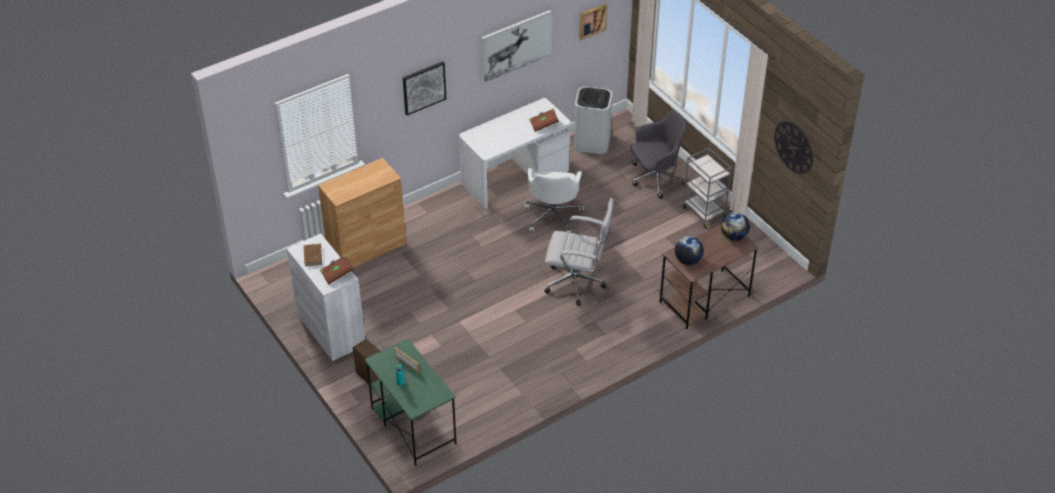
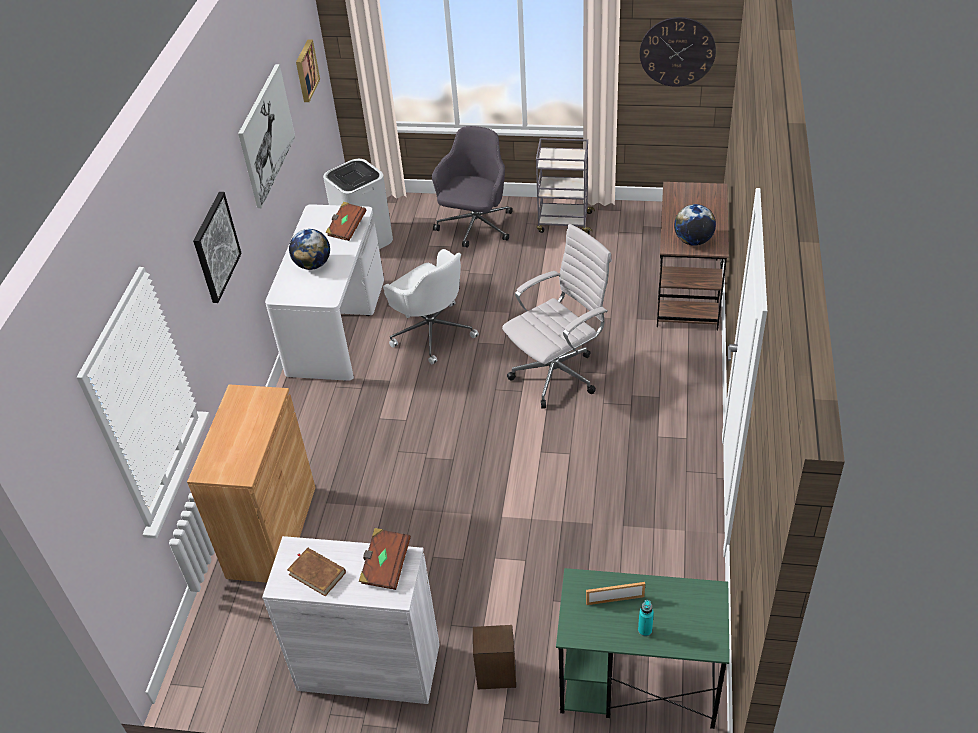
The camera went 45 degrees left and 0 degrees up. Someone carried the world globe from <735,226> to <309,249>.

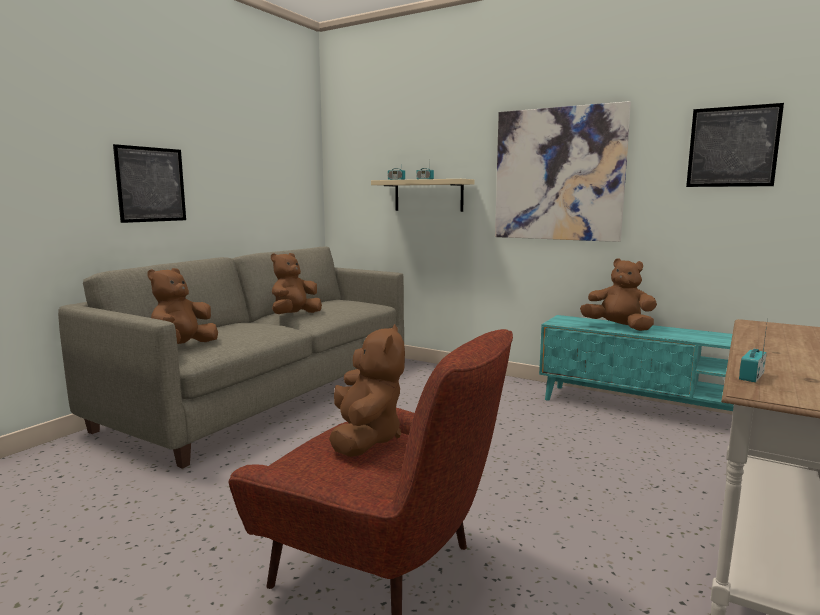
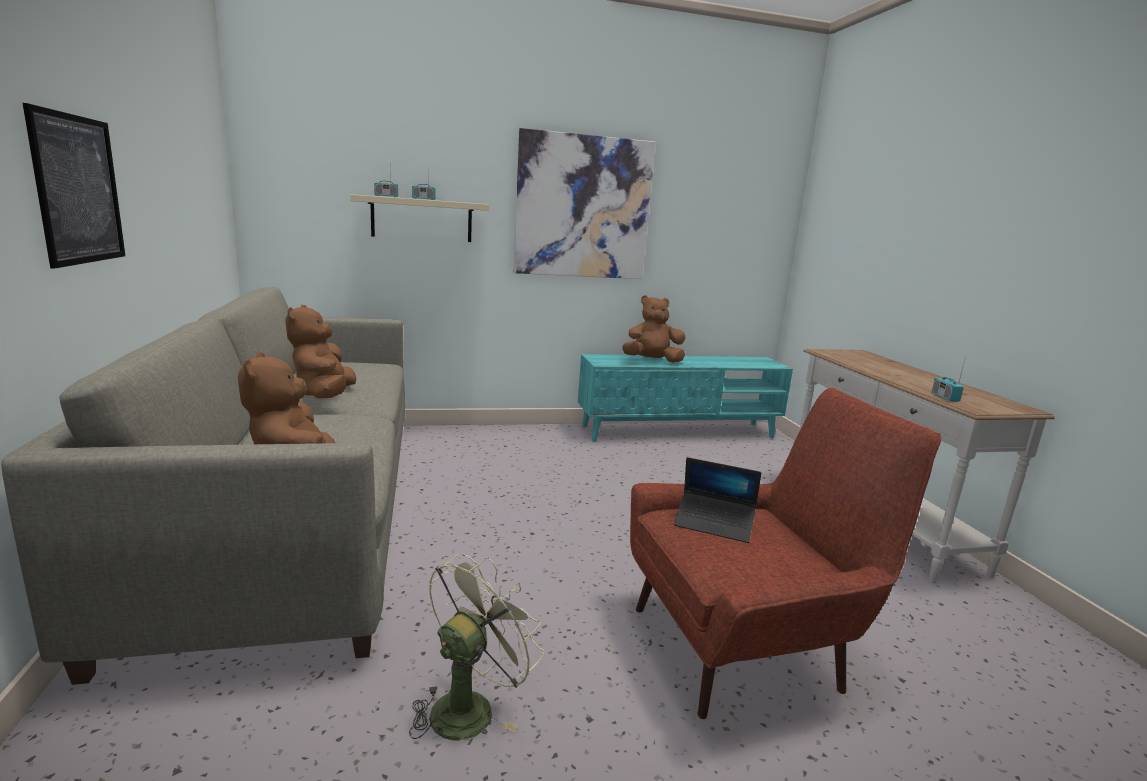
The camera went 45 degrees left and 5 degrees up. Someone took away the wall picture at <735,145>. Someone put down the green-coloured cooling fan at <477,646>. Someone swapped the brown-coloured plush toy at <367,390> for the portable computer at <717,500>.

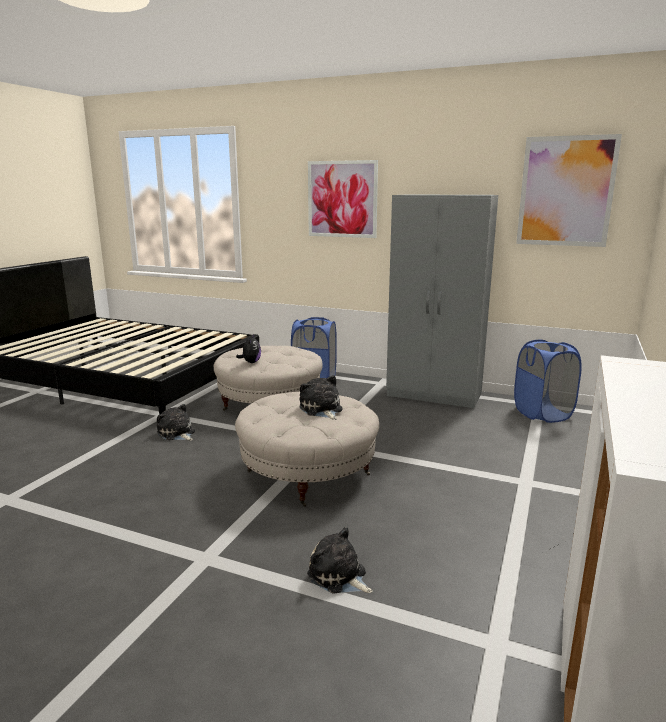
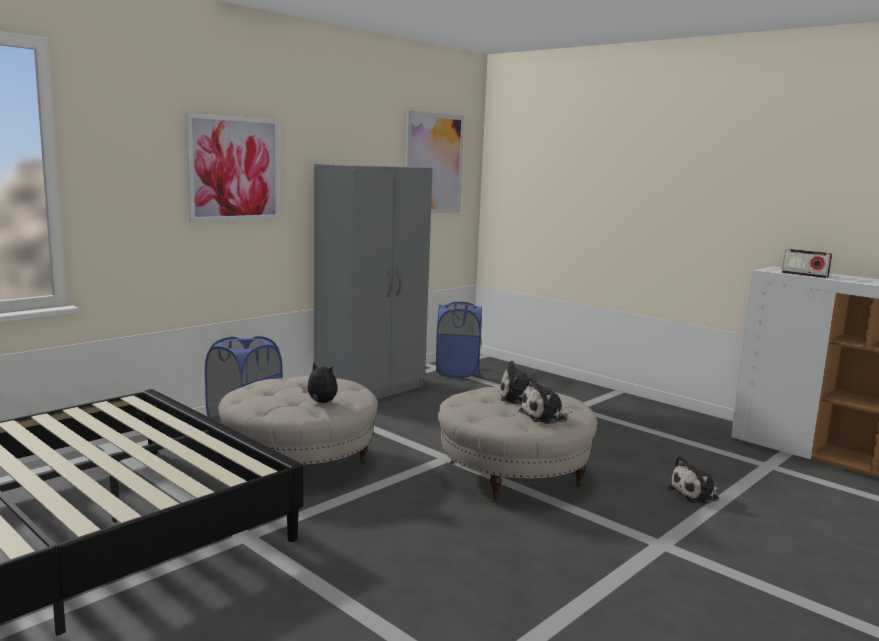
The camera went 70 degrees left and 5 degrees down. Someone put down the radio set at <807,263>. Someone carried the plush toy from <176,422> to <545,400>.

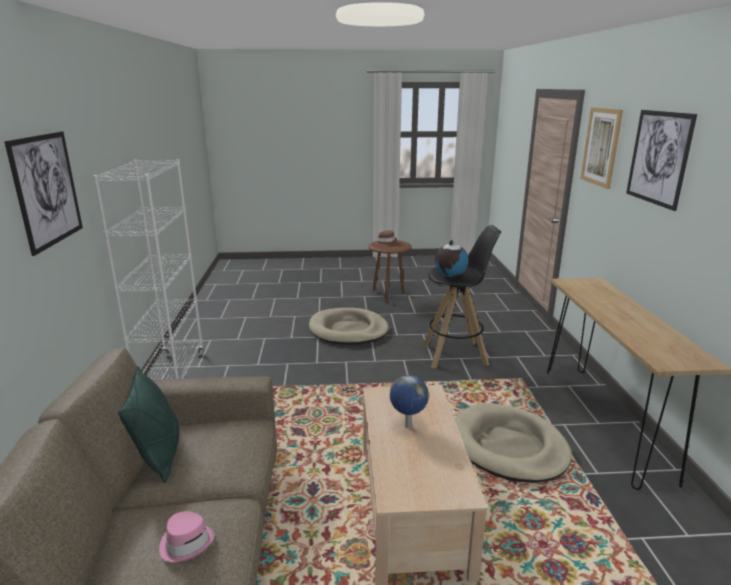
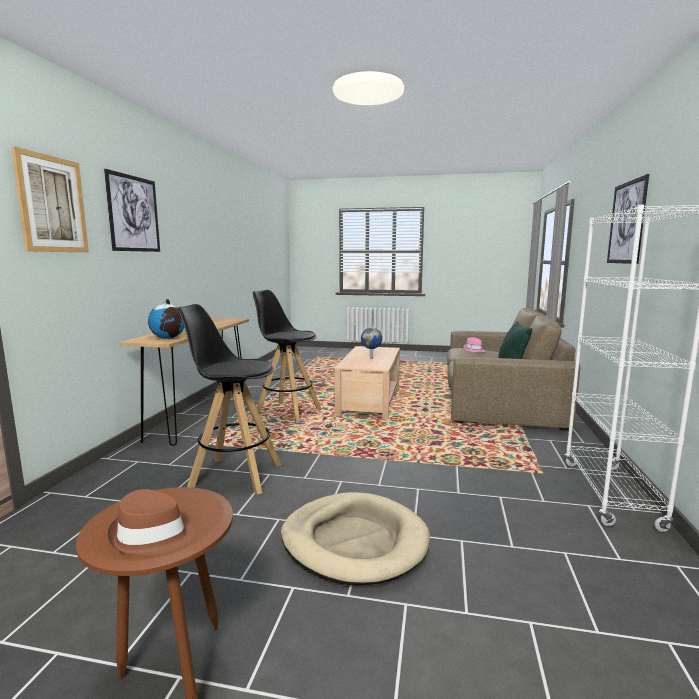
The camera went 165 degrees left and 10 degrees down. Someone carried the world globe from <452,258> to <166,319>. Someone swapped the beige-coloured dog bed at <513,443> for the black-coloured sitting stool at <287,356>.

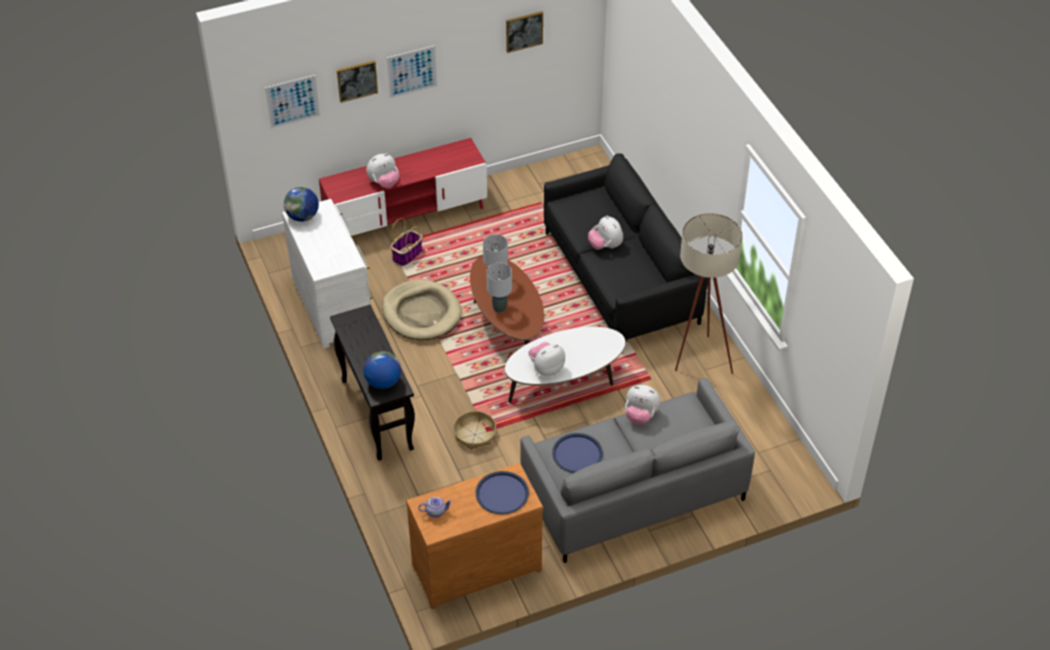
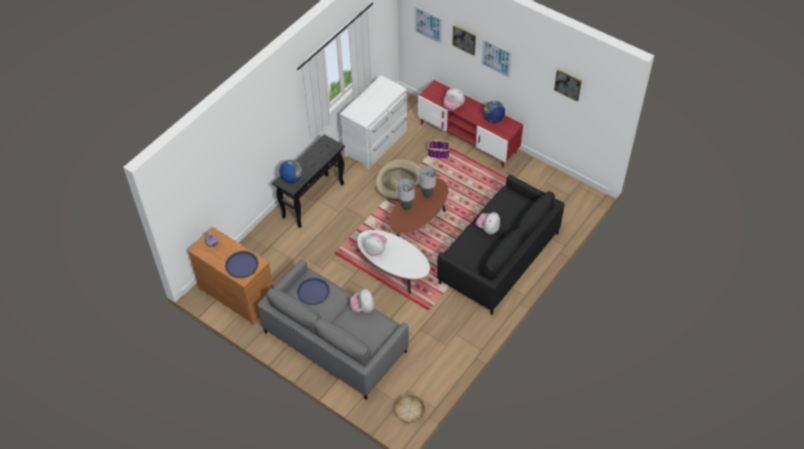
The camera went 60 degrees right and 5 degrees up. Someone took away the beige-coloured standard lamp at <709,293>. Someone carried the world globe from <301,204> to <494,112>. Someone carried the storage basket from <474,430> to <409,409>.

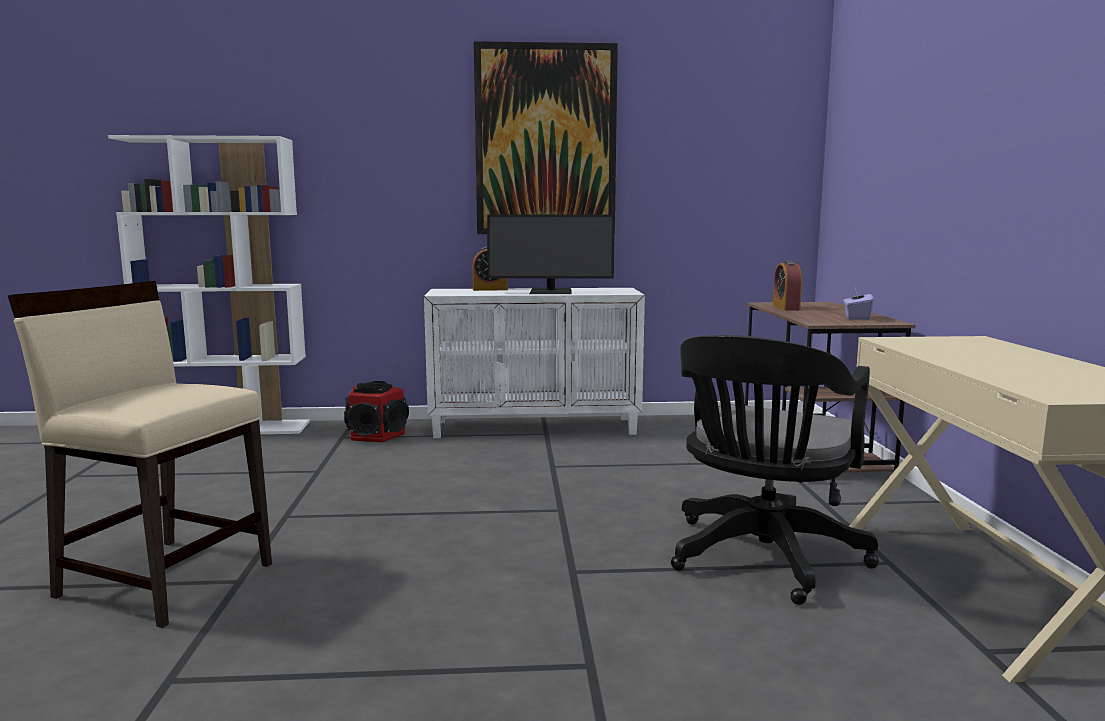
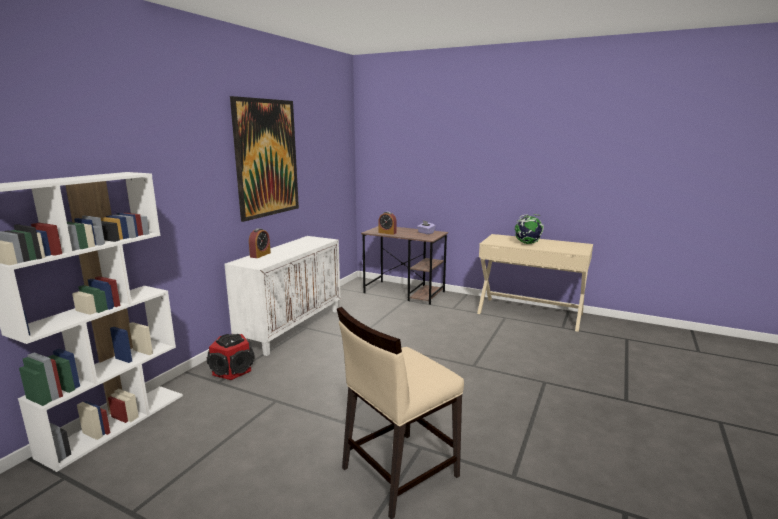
The camera went 60 degrees left and 5 degrees up. Someone took away the computer display at <550,254>. Someone took away the black-coloured office chair at <775,470>. Someone put down the world globe at <529,229>.

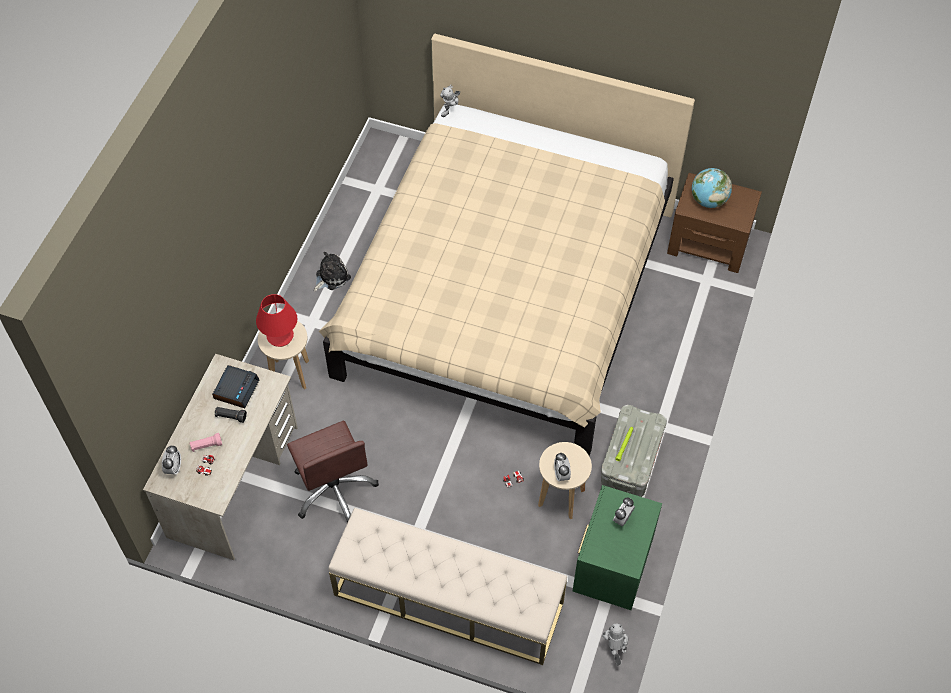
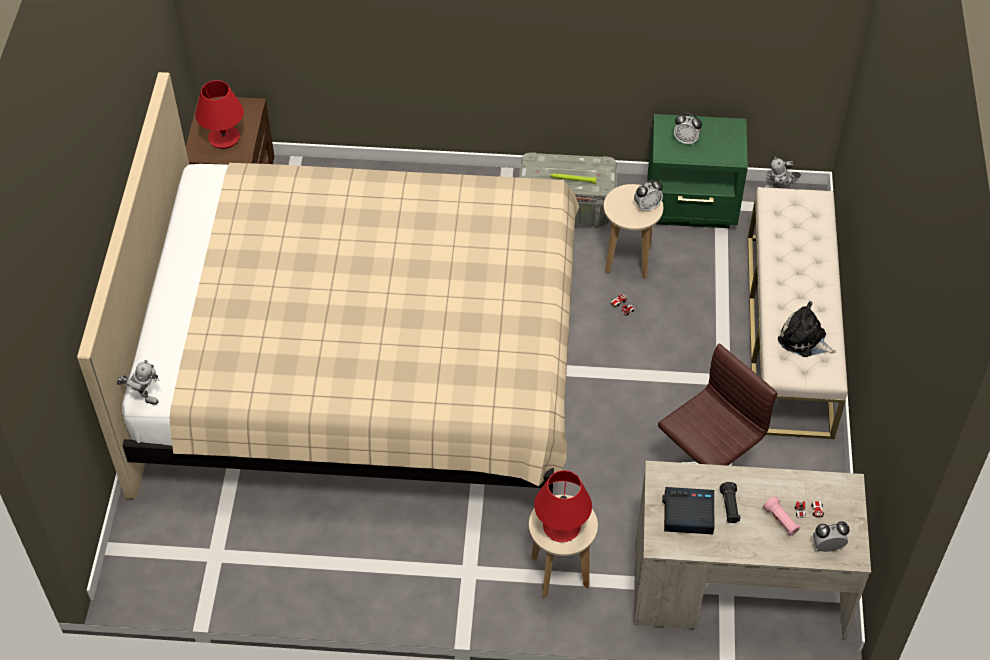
The camera went 105 degrees left and 5 degrees down. Someone carried the plush toy from <332,271> to <807,329>. Someone swapped the world globe at <712,188> for the red table lamp at <219,114>.

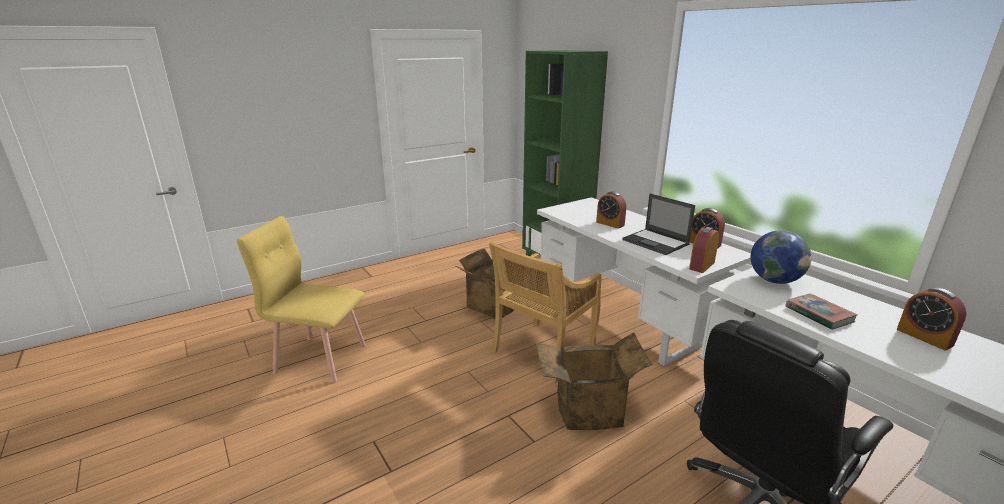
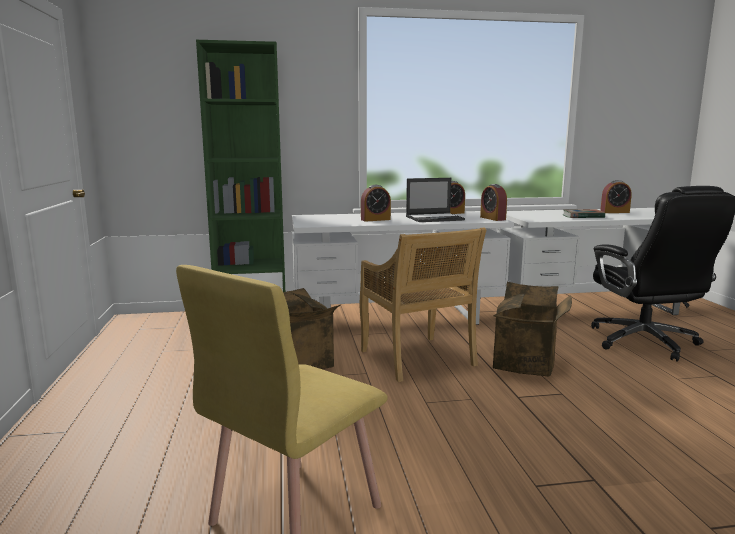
The camera went 65 degrees left and 10 degrees down. Someone took away the world globe at <781,257>.

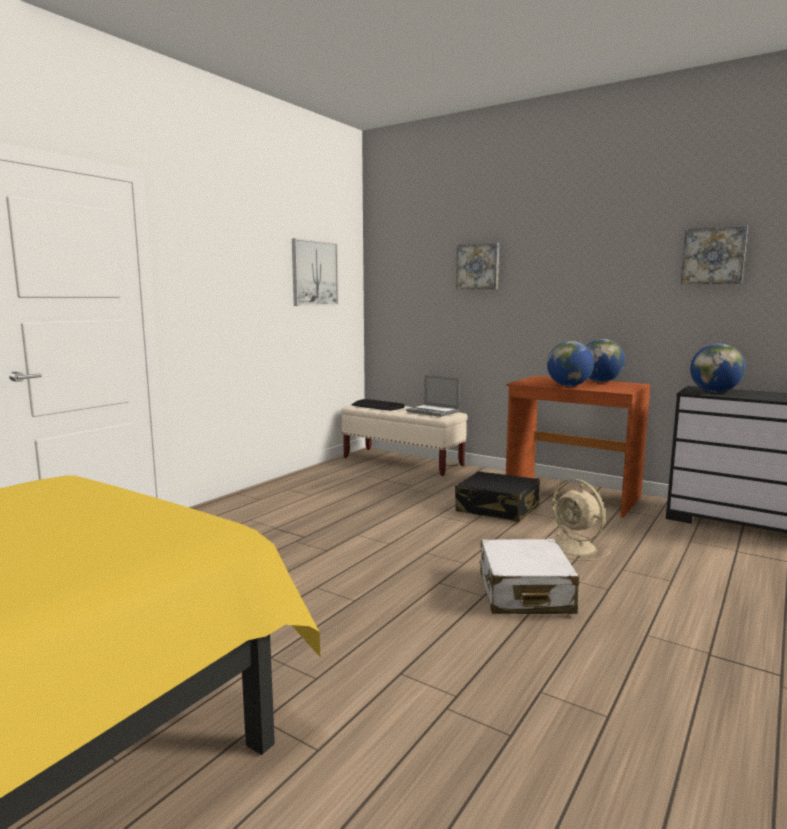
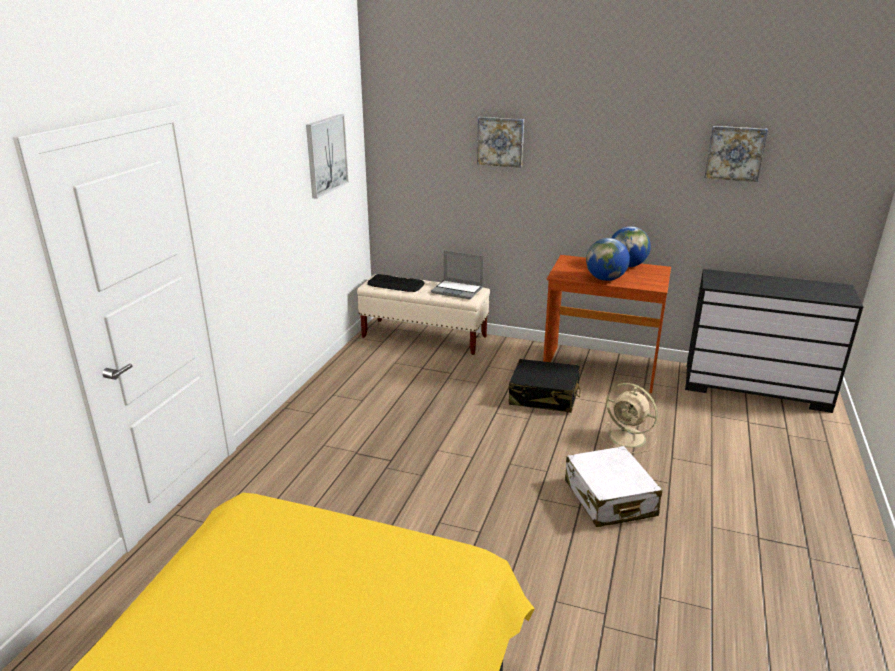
The camera went 15 degrees left and 15 degrees up. Someone took away the world globe at <718,368>.

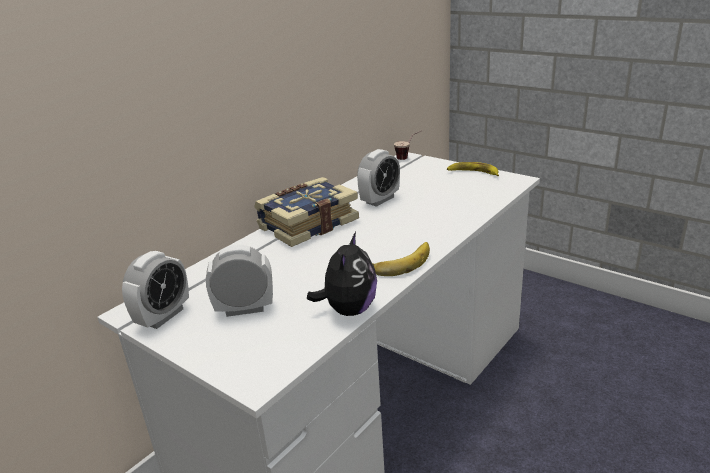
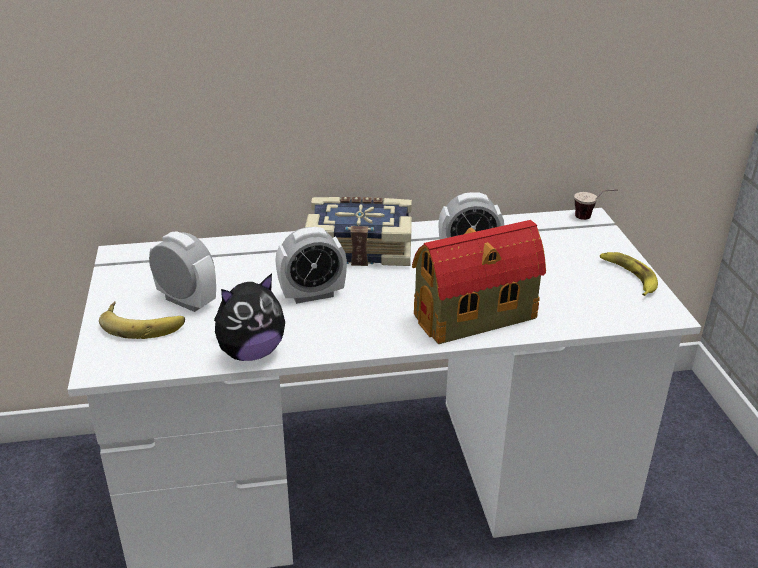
The camera went 40 degrees right and 5 degrees up. Someone put down the model house at <479,282>. Someone carried the alarm clock from <155,290> to <311,265>. Someone carried the banana from <401,259> to <142,320>.

